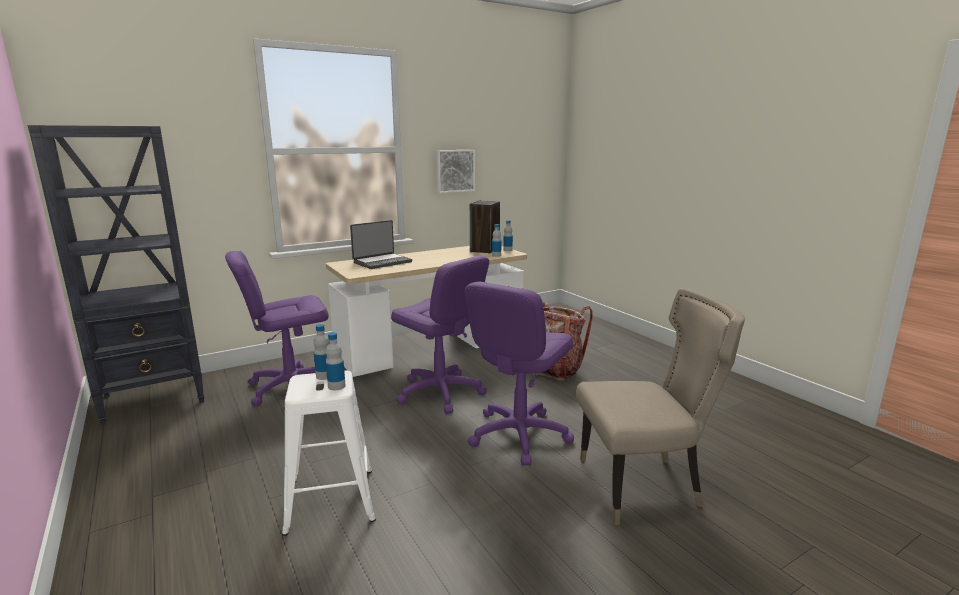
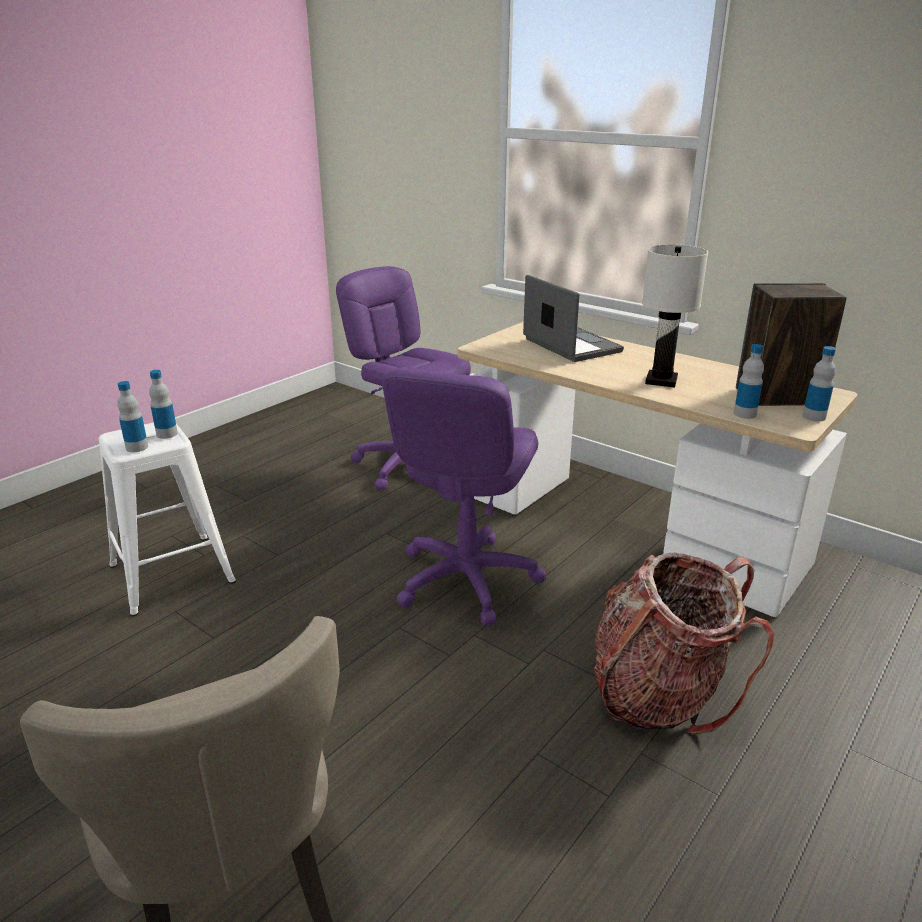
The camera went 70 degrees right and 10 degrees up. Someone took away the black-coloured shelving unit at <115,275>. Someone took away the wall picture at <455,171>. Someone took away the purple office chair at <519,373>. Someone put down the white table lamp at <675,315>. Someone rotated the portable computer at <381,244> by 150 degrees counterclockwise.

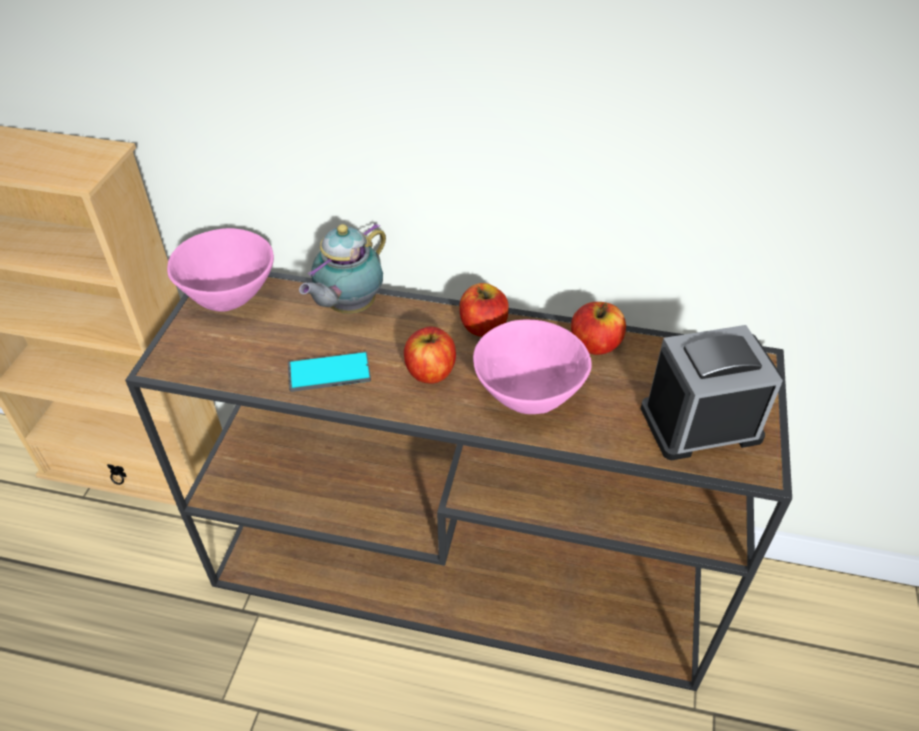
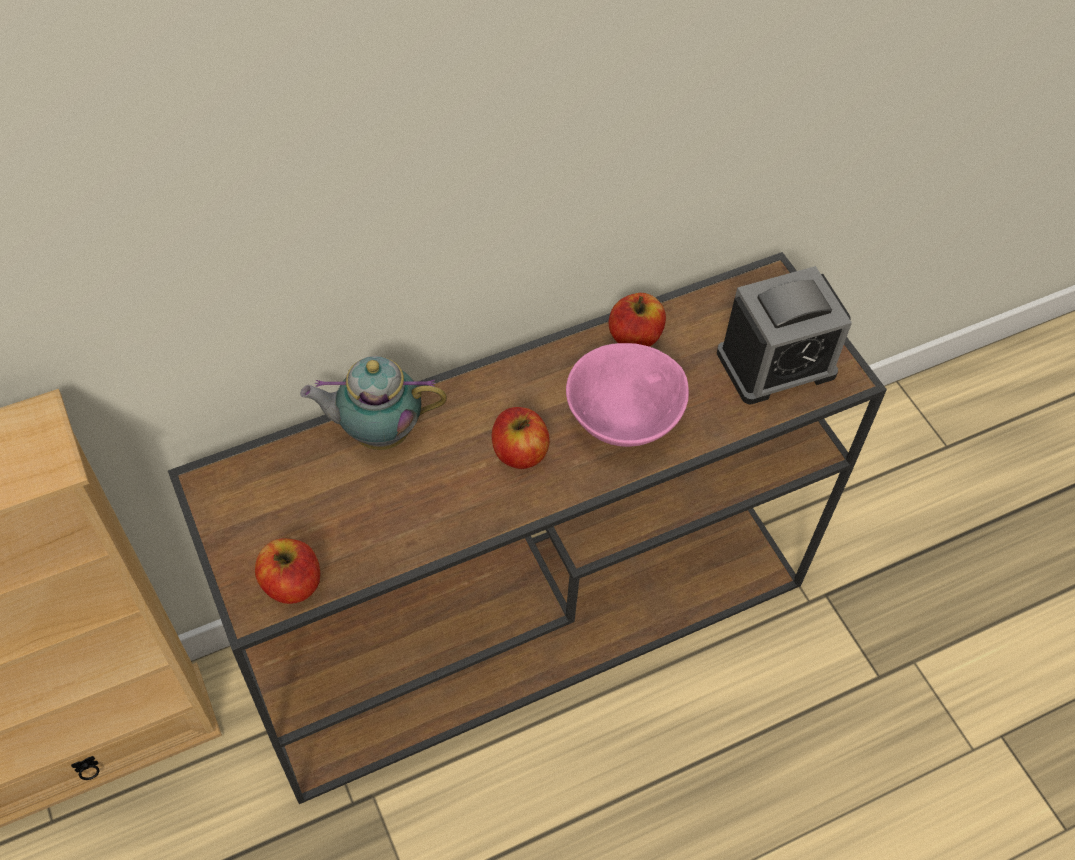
The camera went 40 degrees left and 10 degrees up. Someone took away the pink-coloured bowl at <220,270>. Someone took away the phone at <329,371>. Someone carried the whole apple from <484,310> to <287,571>. Someone rotated the tea pot at <342,268> by 90 degrees clockwise. Someone rotated the alarm clock at <712,392> by 150 degrees counterclockwise.

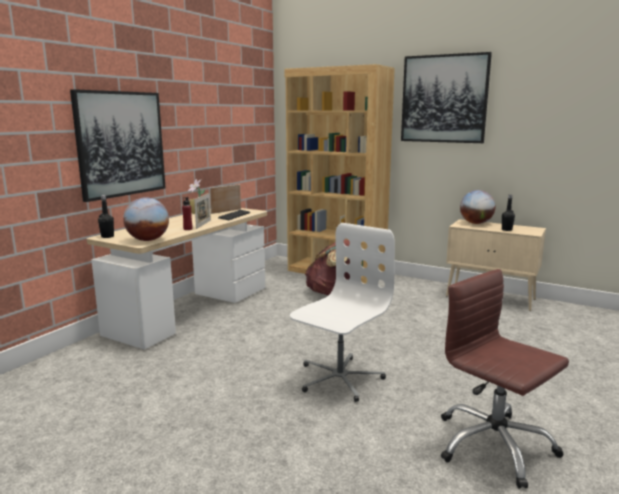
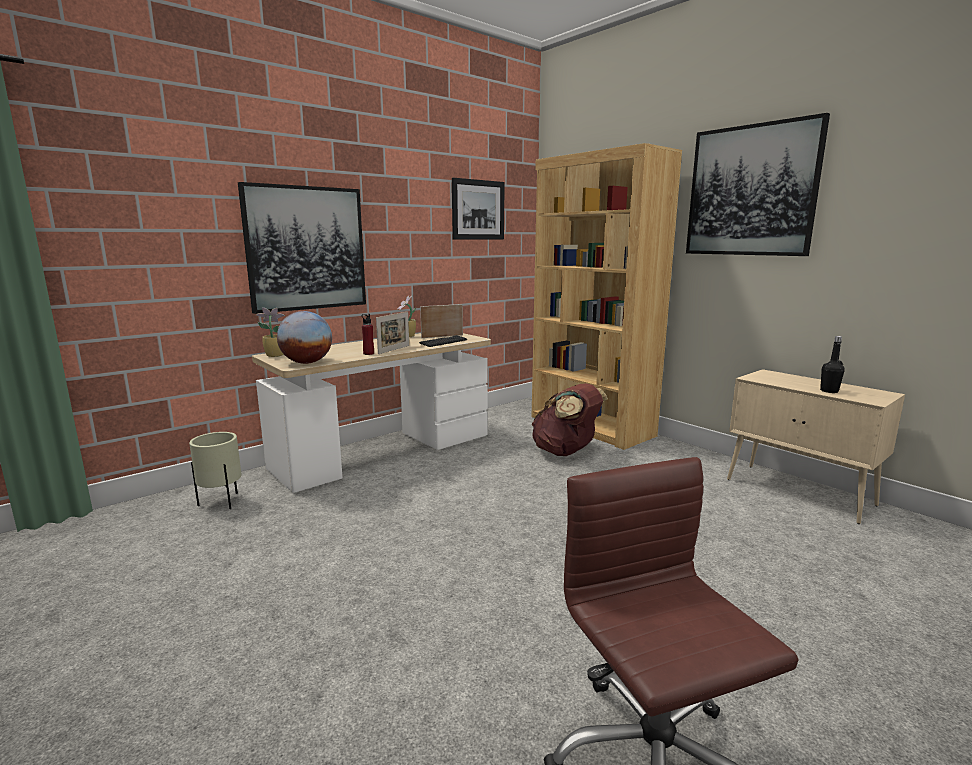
The camera went 20 degrees right and 0 degrees up. Someone took away the white office chair at <342,312>. Someone took away the world globe at <477,207>. Someone put down the beige-coloured planter at <215,470>. Someone put up the wall picture at <478,209>. Someone swapped the black-coloured drink bottle at <106,216> for the potted plant at <270,332>.

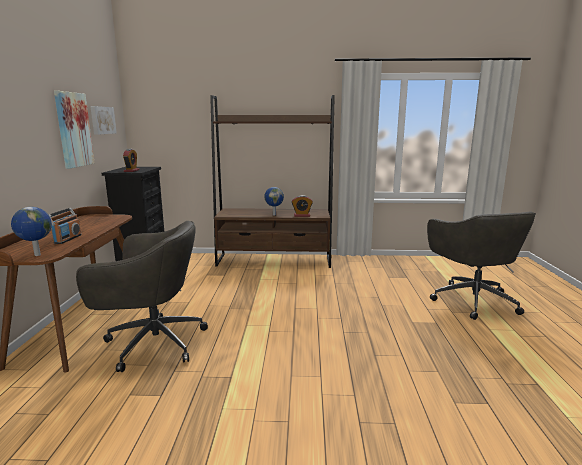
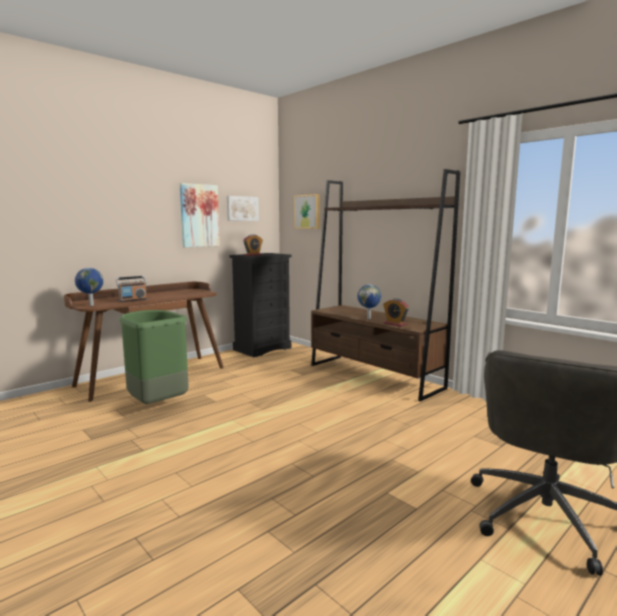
The camera went 45 degrees right and 5 degrees down. Someone put up the wall picture at <307,211>. Someone swapped the grey office chair at <142,296> for the green-coloured rubbish bin at <154,357>.

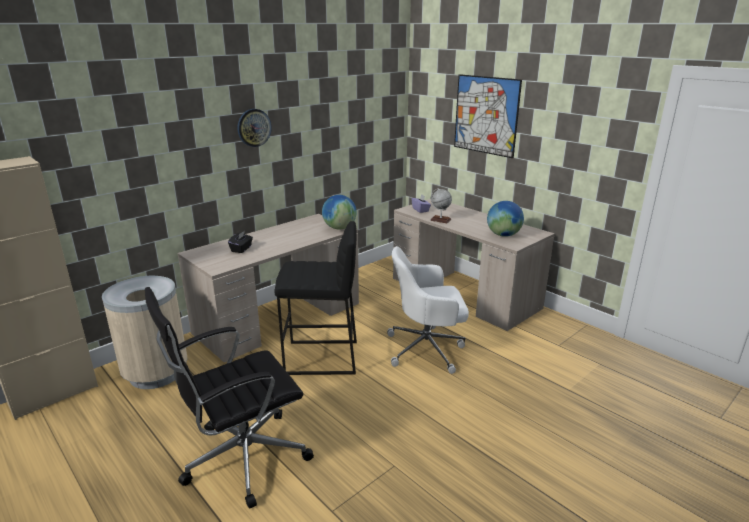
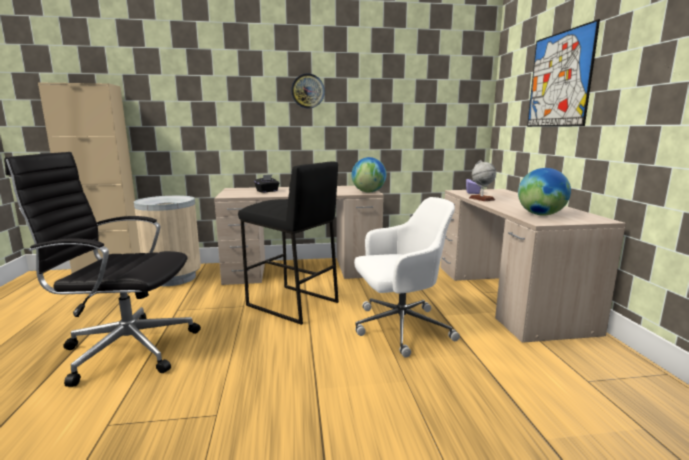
The camera went 35 degrees right and 10 degrees down. Someone rotated the white office chair at <428,310> by 135 degrees clockwise.

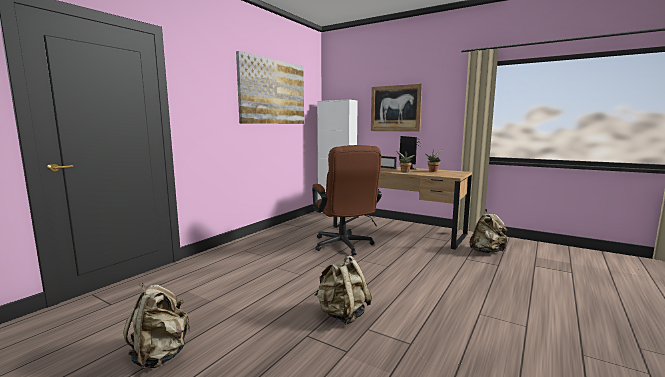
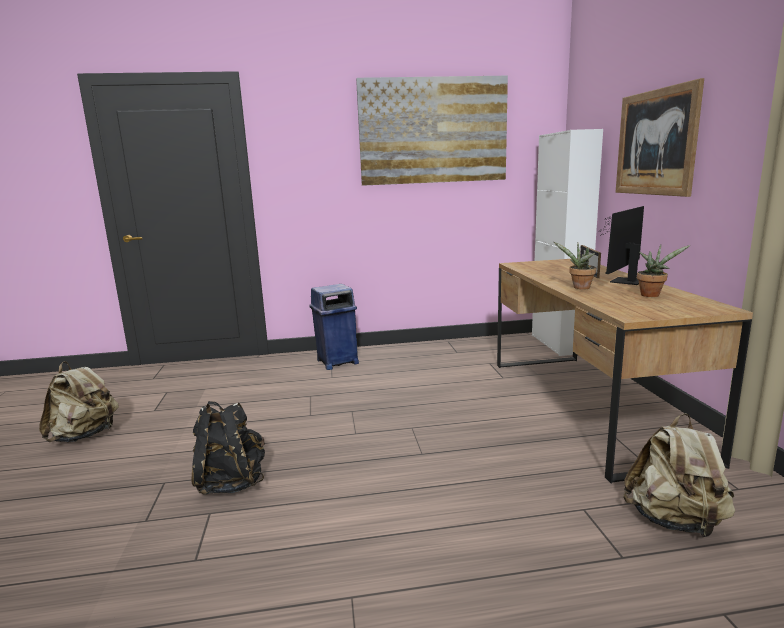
The camera went 50 degrees right and 5 degrees up. Someone took away the brown-coloured office chair at <347,200>. Someone put down the bluish rubbish bin at <334,327>. Someone repainted the beige-coloured rucksack at <343,290>, which became the black-coloured rucksack at <228,448>.

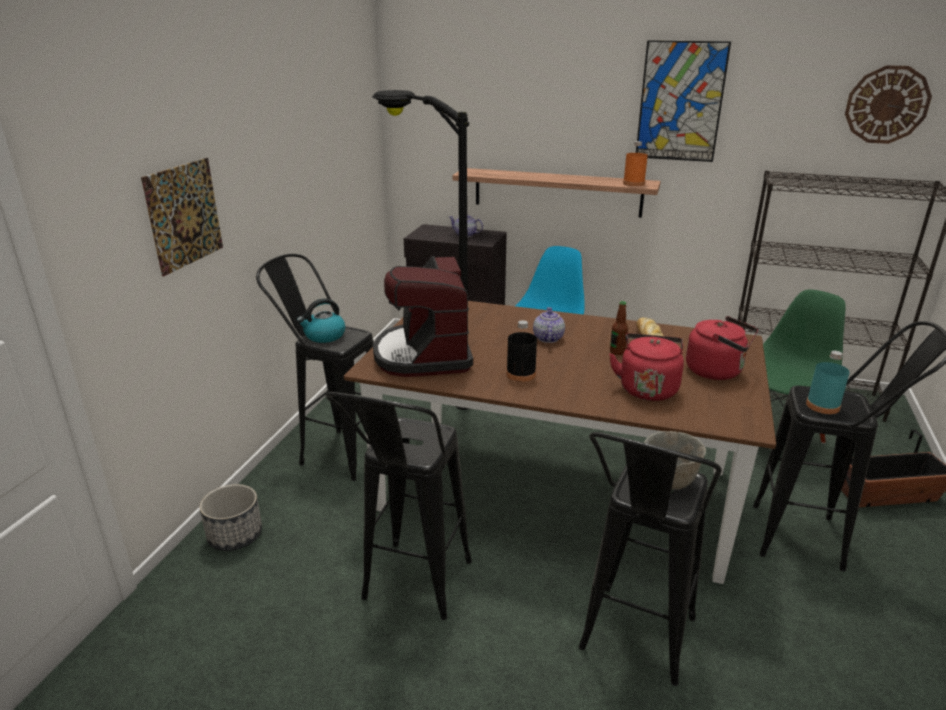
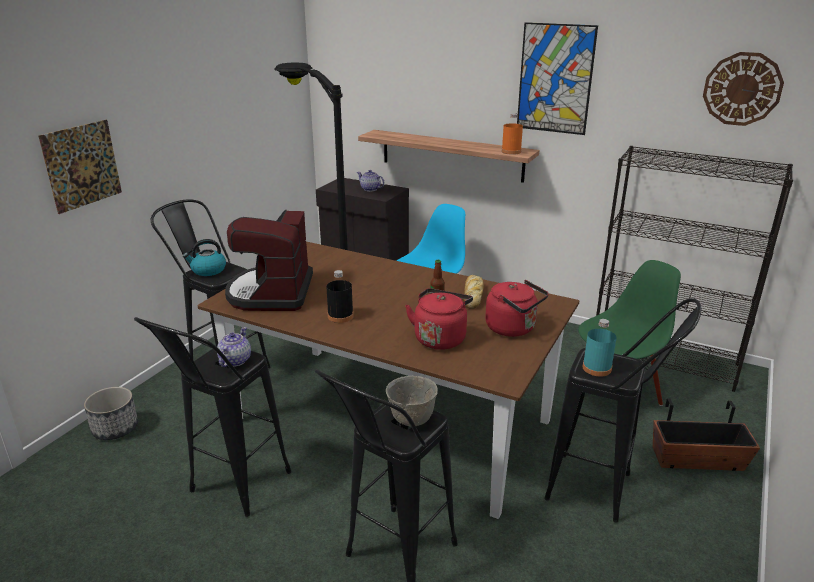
The camera went 10 degrees right and 0 degrees up. Someone carried the tea pot from <549,325> to <234,347>.

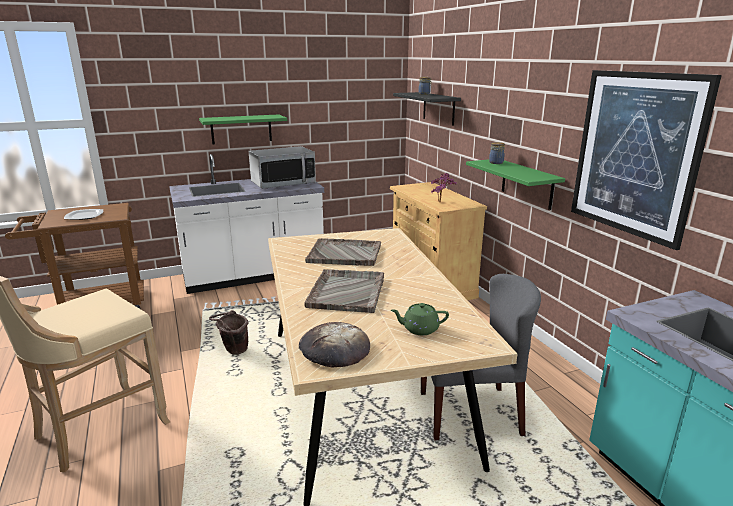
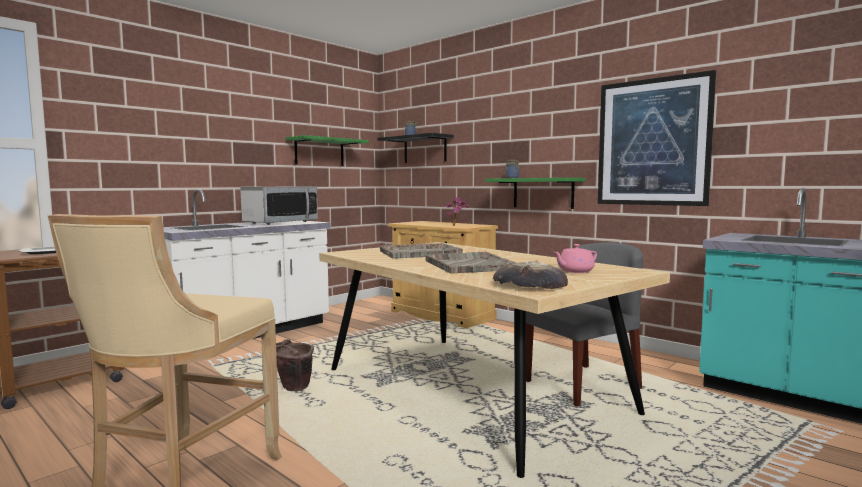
The camera went 25 degrees left and 15 degrees down. Someone carried the green-coloured shelf from <243,129> to <327,150>. Someone repainted the green-coloured tea pot at <420,319>, which became the pink-coloured tea pot at <575,258>.

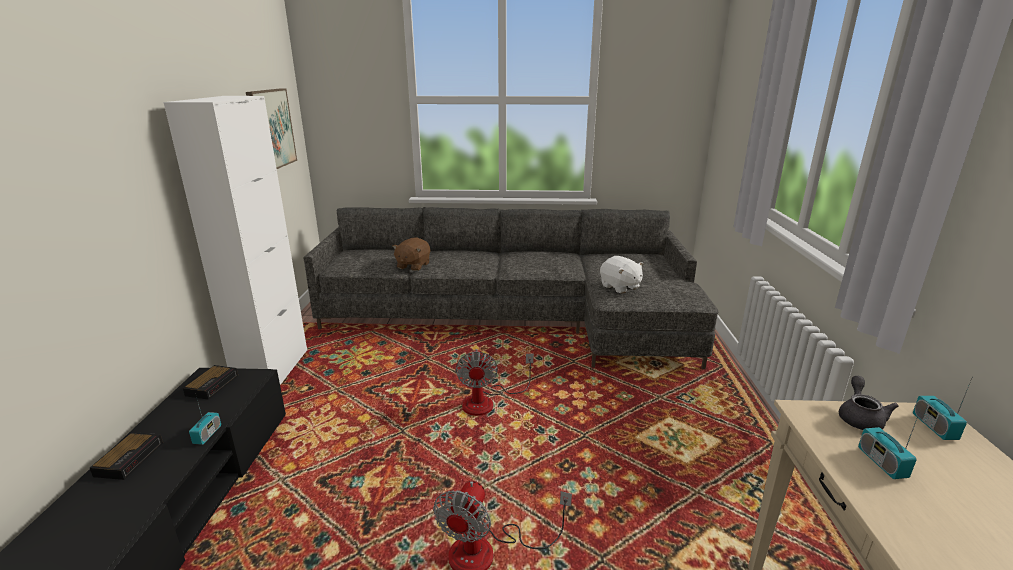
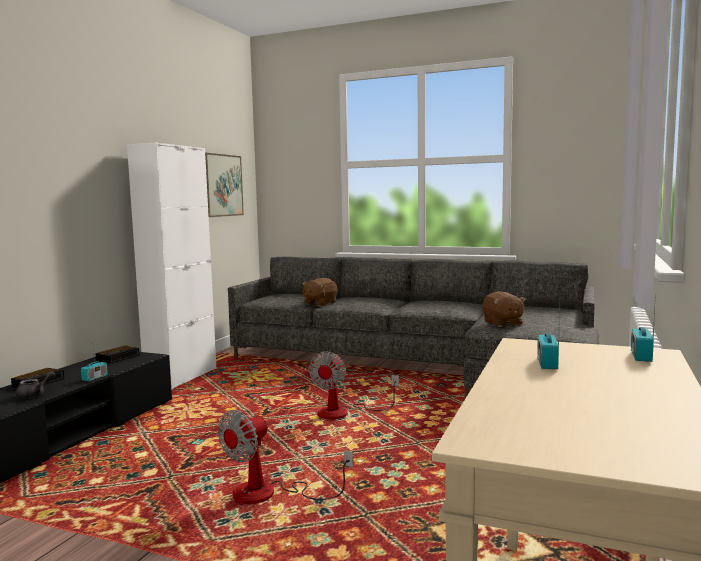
The camera went 20 degrees right and 15 degrees down. Someone carried the grey tea pot from <869,403> to <35,384>. Someone repainted the white plush toy at <622,275>, which became the brown-coloured plush toy at <504,309>.

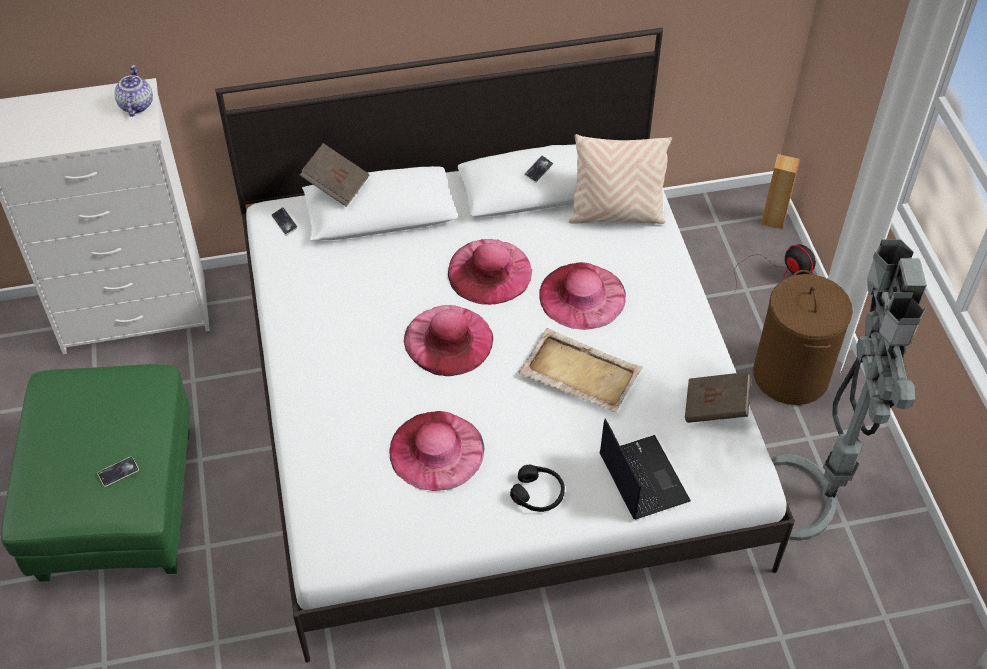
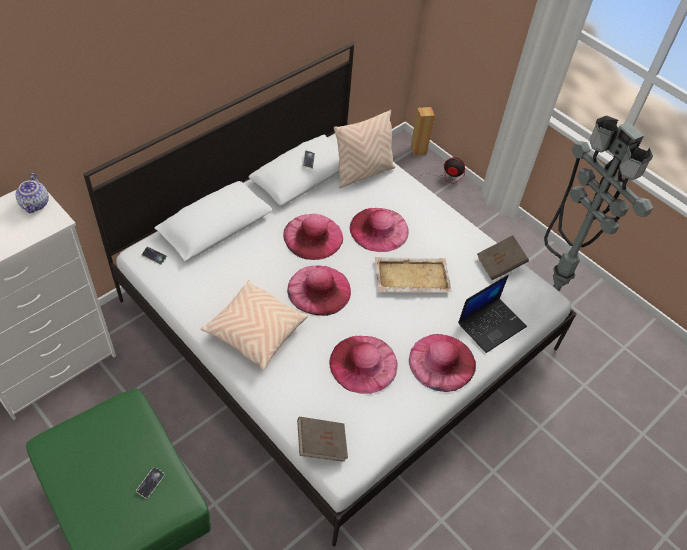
The camera went 35 degrees left and 0 degrees up. Someone took away the brown-coloured laundry basket at <803,337>. Someone put down the beige-coloured cushion at <254,325>. Someone carried the brown-coloured bound book from <335,175> to <322,439>. Someone swapped the black-coloured pair of headphones at <537,488> for the pink-coloured wearable hat at <442,363>. Someone rotated the tea pot at <133,91> by 150 degrees counterclockwise. Someone rotated the portable computer at <645,468> by 105 degrees clockwise.

